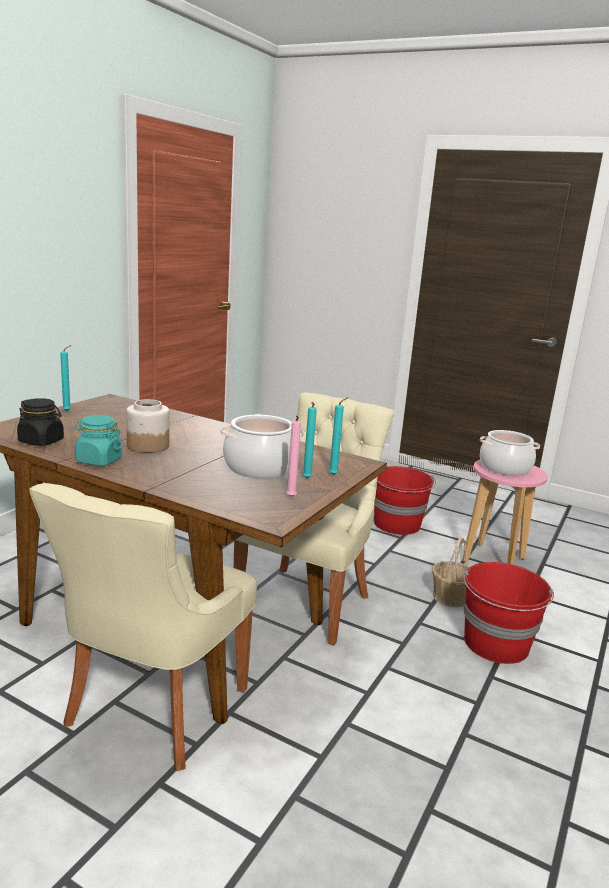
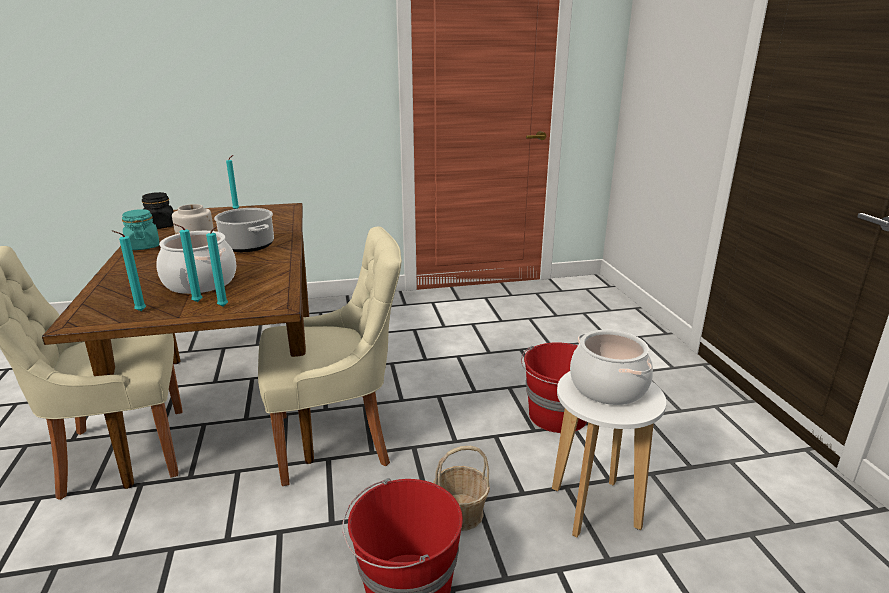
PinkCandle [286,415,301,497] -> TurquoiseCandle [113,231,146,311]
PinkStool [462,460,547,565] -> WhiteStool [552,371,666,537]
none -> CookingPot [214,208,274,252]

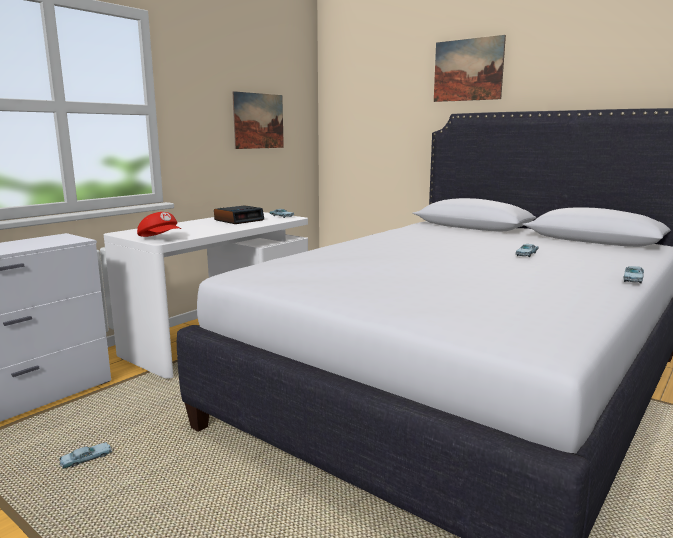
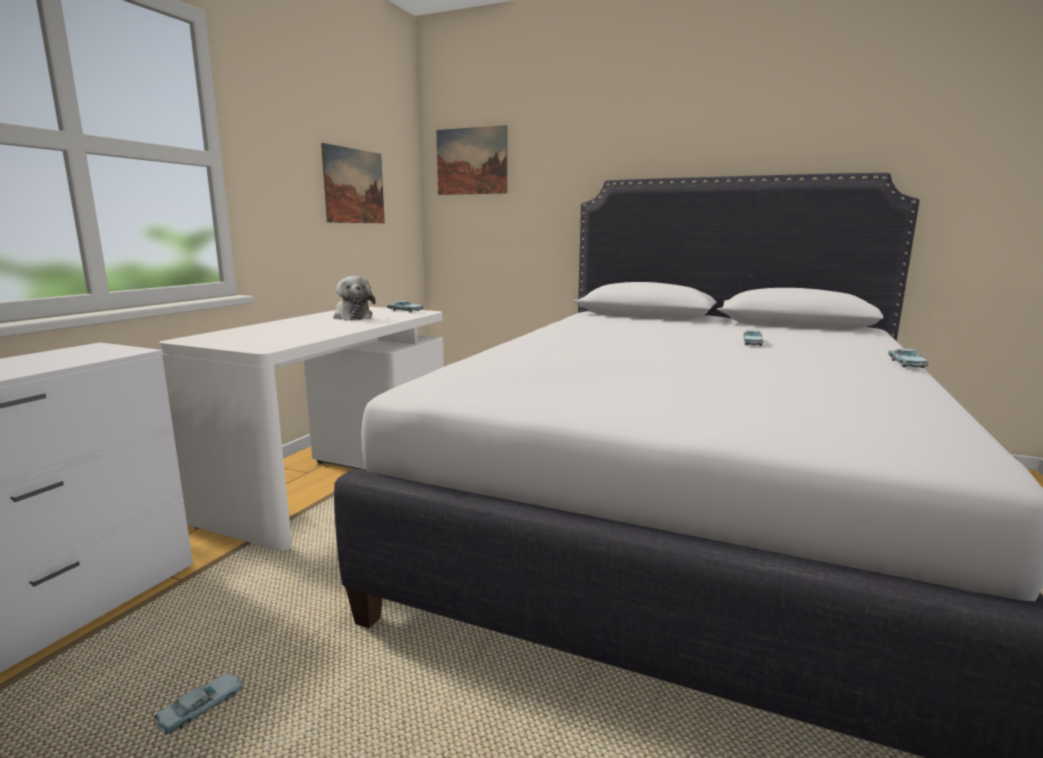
Picture [434,35,506,102] -> Picture [436,125,508,195], move
AlarmClock [214,205,264,224] -> PlushToy [333,276,376,321]
RedCap [137,212,181,237] -> none

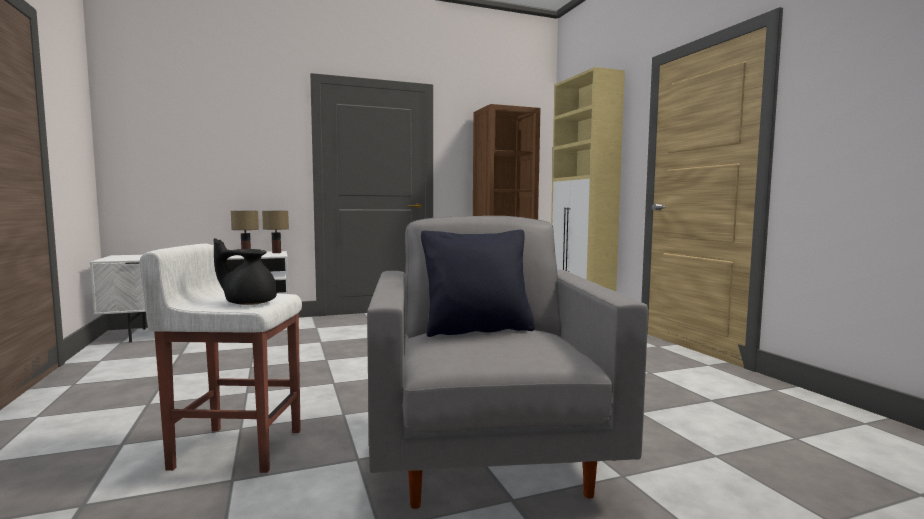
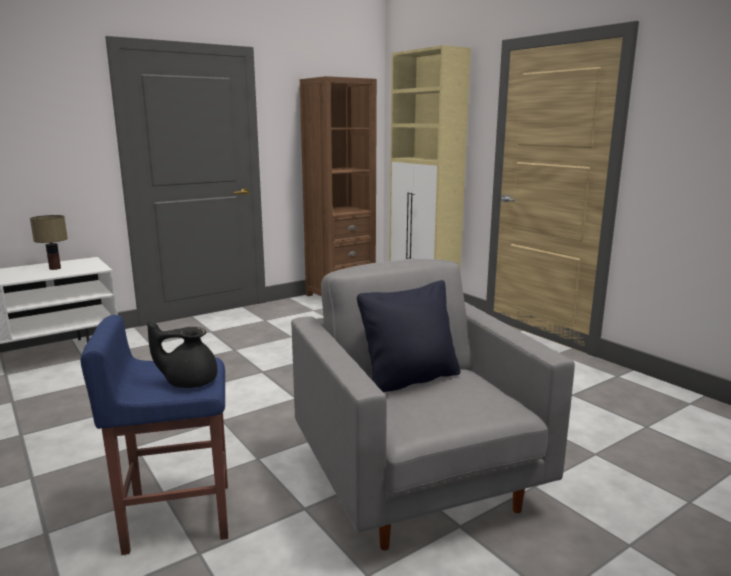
TableLamp [262,211,289,253] -> none
WhiteStool [140,244,302,473] -> BlueStool [80,315,228,555]

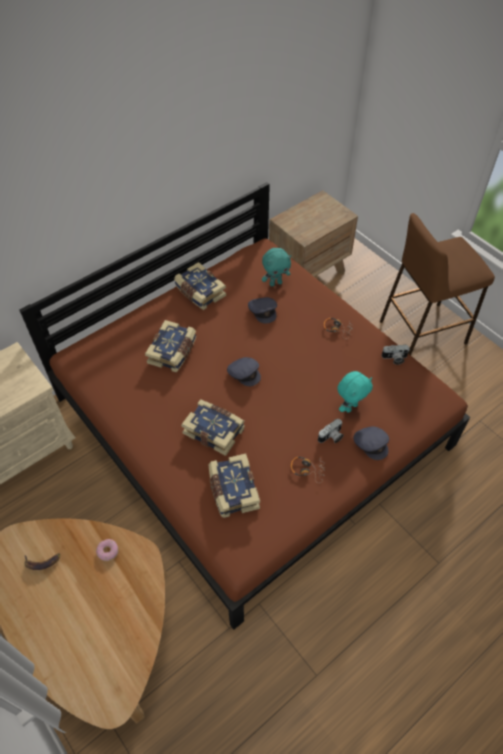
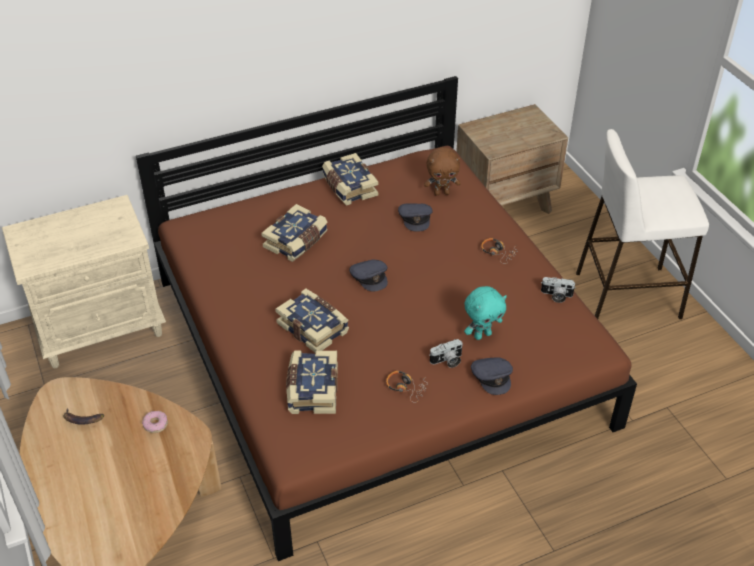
BrownStool [380,213,495,355] -> WhiteStool [576,129,709,319]
TurquoisePlushToy [262,248,291,286] -> BrownPlushToy [424,147,461,195]

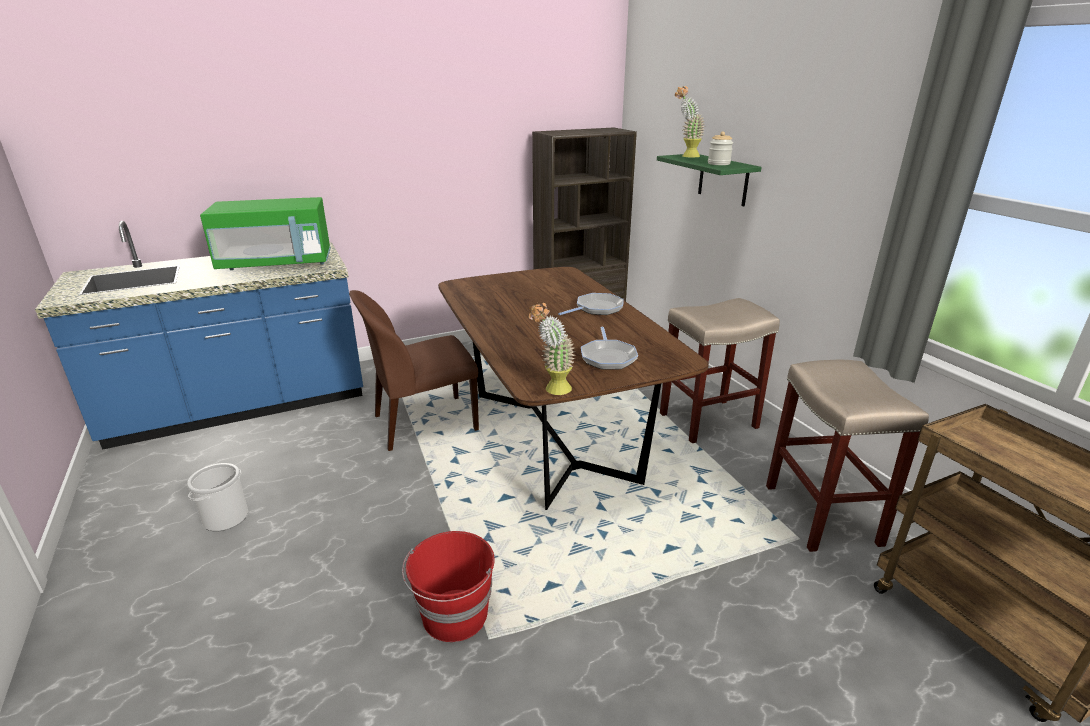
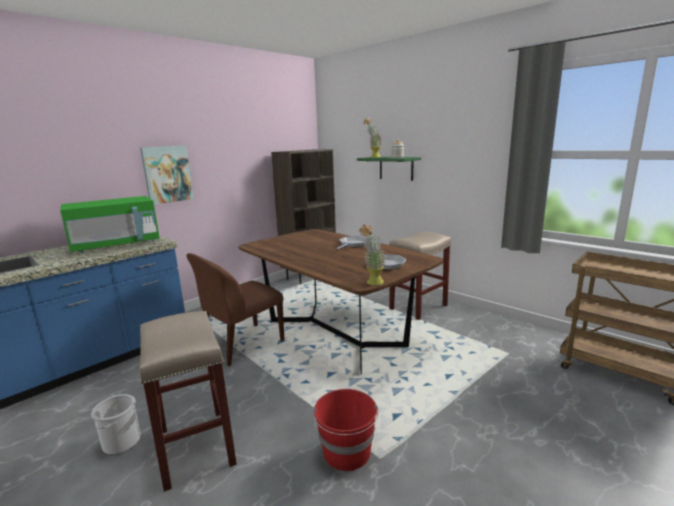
BeigeStool [766,360,929,552] -> BeigeStool [140,311,237,492], move
none -> Picture [140,146,194,205]

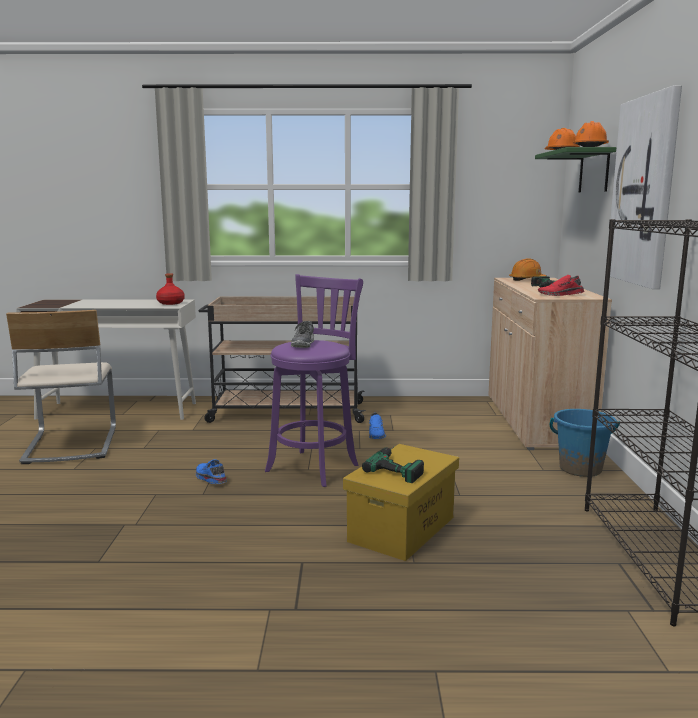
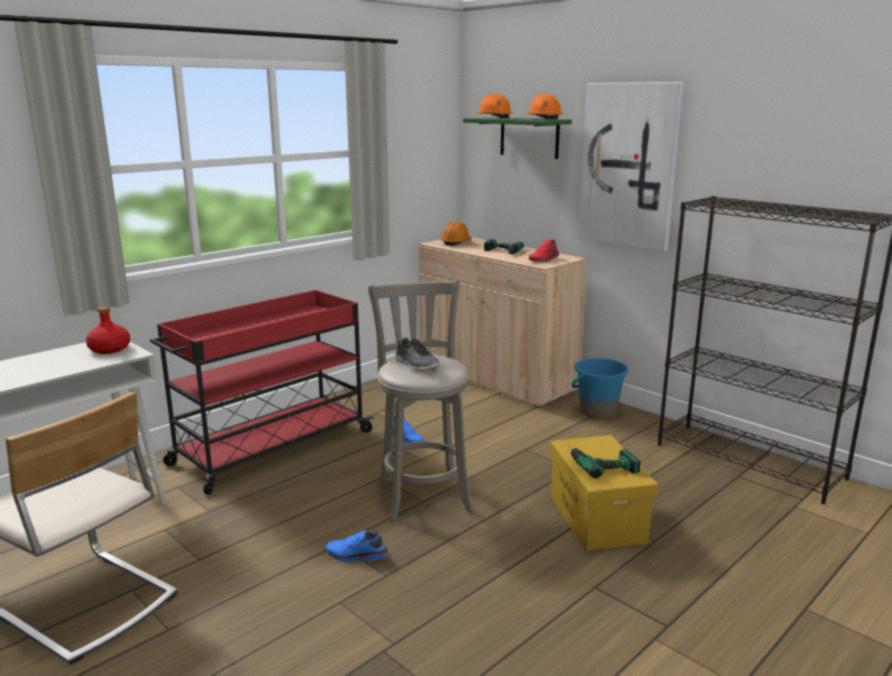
PurpleStool [265,274,363,487] -> GreyStool [368,280,473,522]
BeigeCart [199,296,366,423] -> RedCart [150,290,374,494]

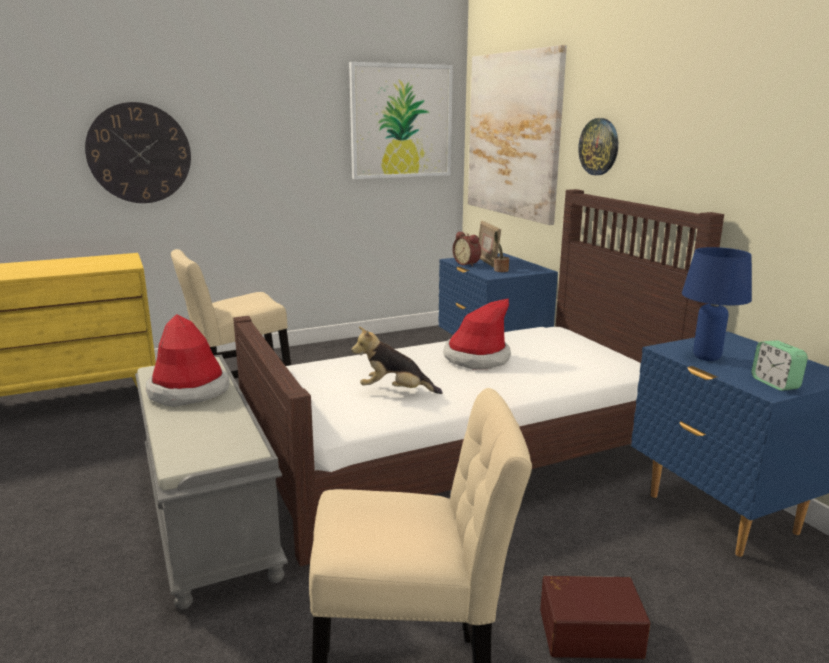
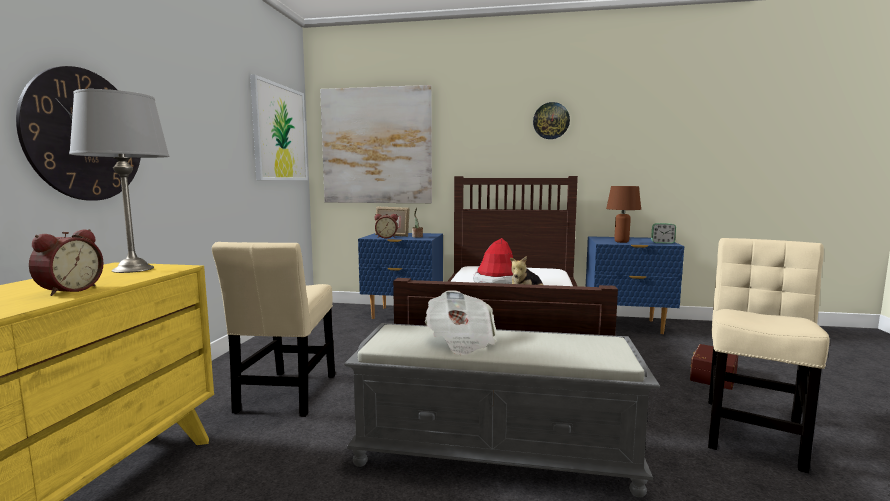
WallClock [578,118,618,175] -> WallClock [533,102,570,139], move
BlueTableLamp [682,247,752,361] -> BrownTableLamp [606,186,641,243]
Hat [146,314,230,407] -> Newspaper [425,290,496,355]
none -> GreyTableLamp [69,89,170,273]
none -> AlarmClock [29,229,103,296]

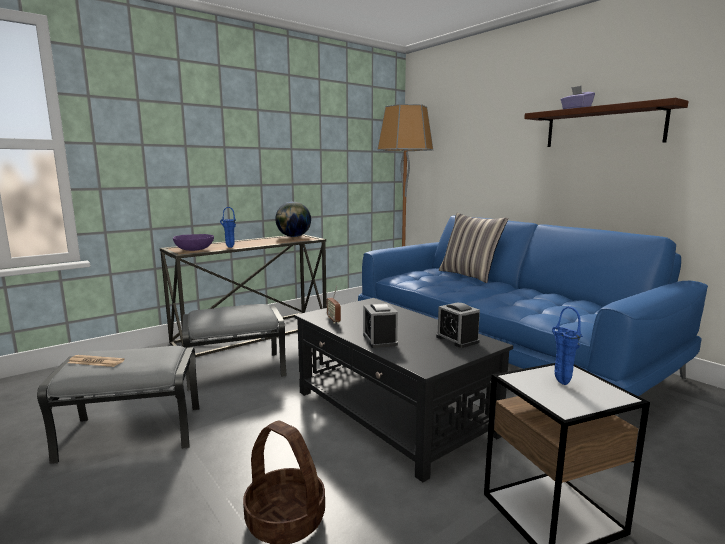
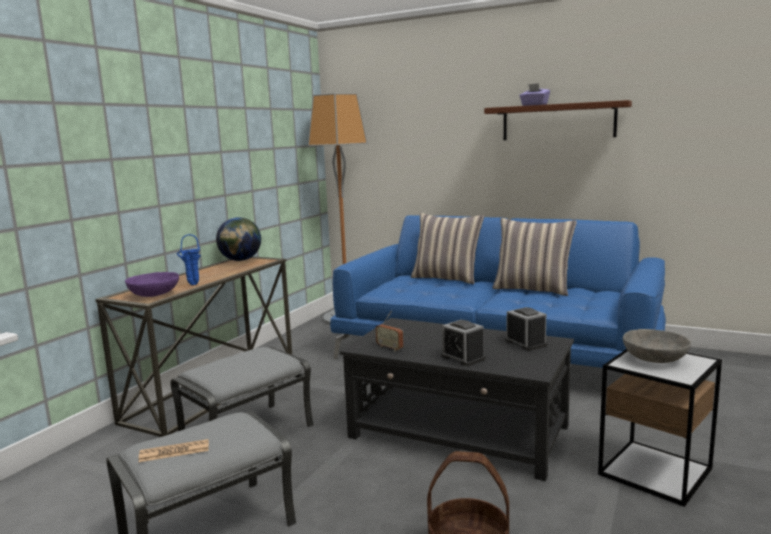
AlarmClock [436,302,480,348] -> AlarmClock [505,307,547,351], 150 degrees counterclockwise
BlueVase [552,307,583,385] -> GreyBowl [623,329,691,363]
none -> Pillow [493,218,577,296]

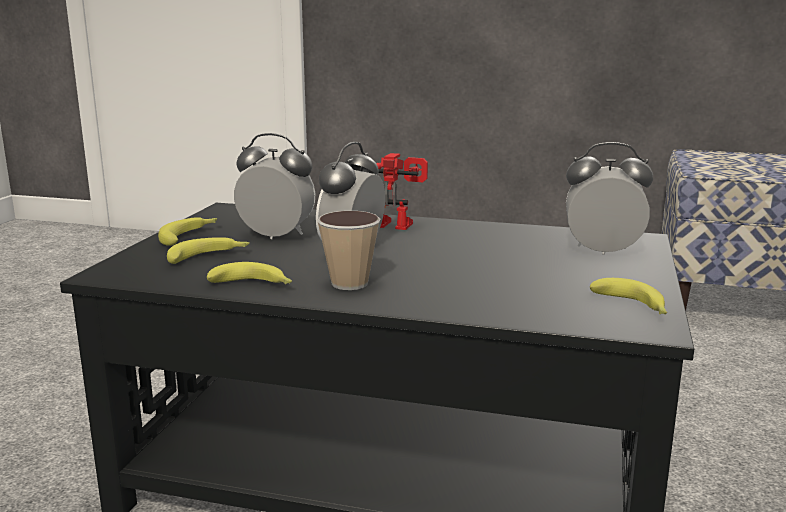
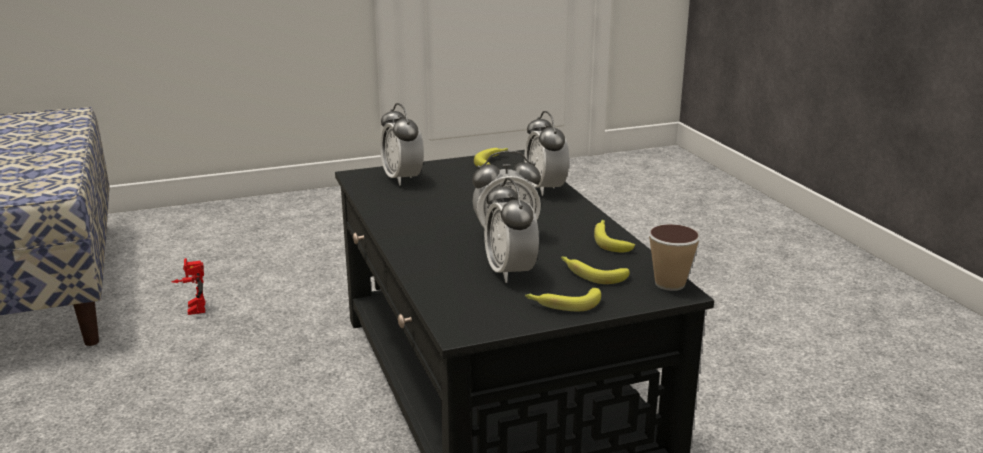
ToyRobot [376,153,428,230] -> ToyRobot [171,258,205,315], move
Cup [317,211,380,290] -> Cup [649,224,701,291], move
none -> AlarmClock [524,111,569,196]

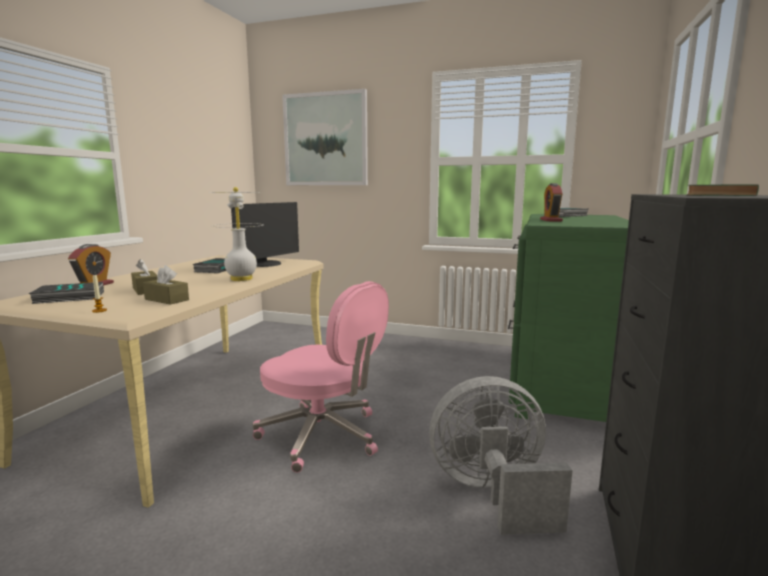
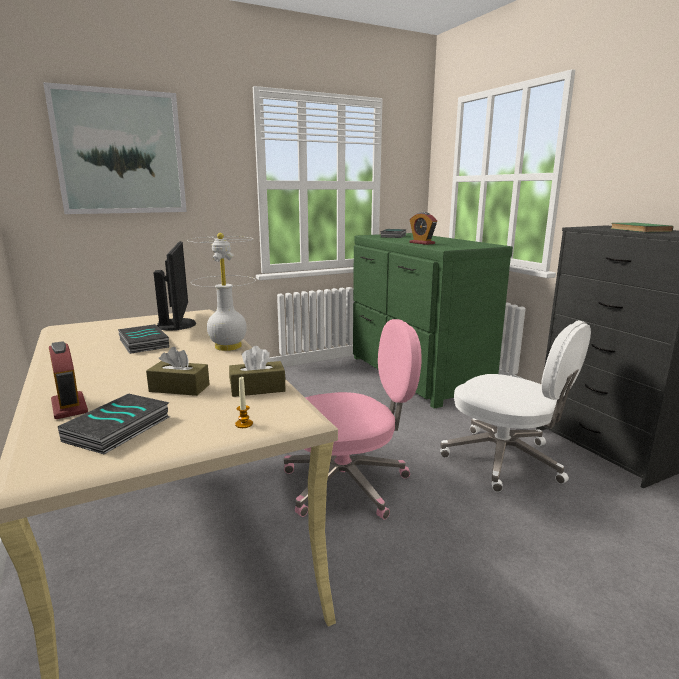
GreyFan [429,376,573,535] -> WhiteOfficeChair [440,320,591,492]

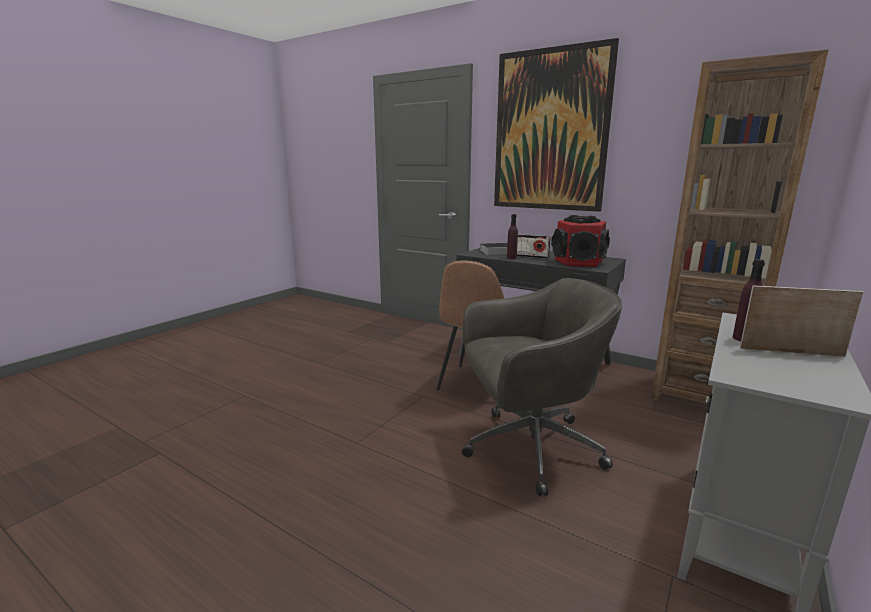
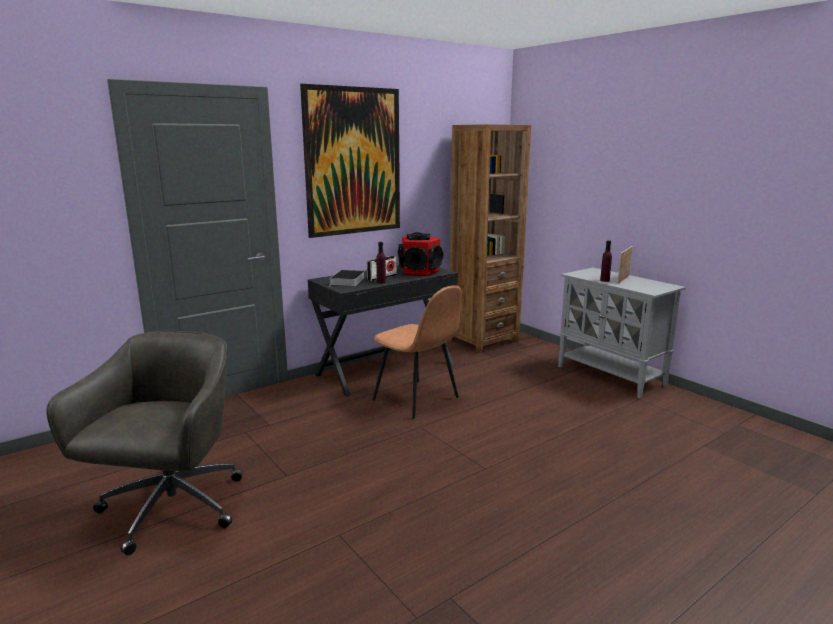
GreyOfficeChair [462,278,622,496] -> GreyOfficeChair [47,331,243,555], move

